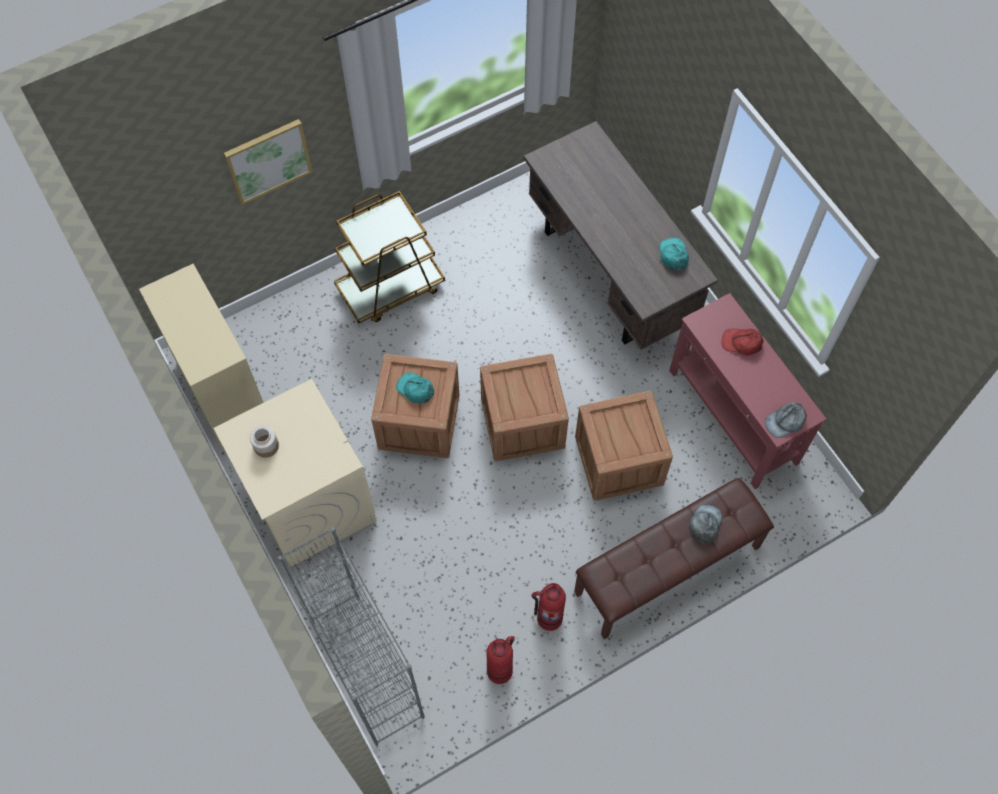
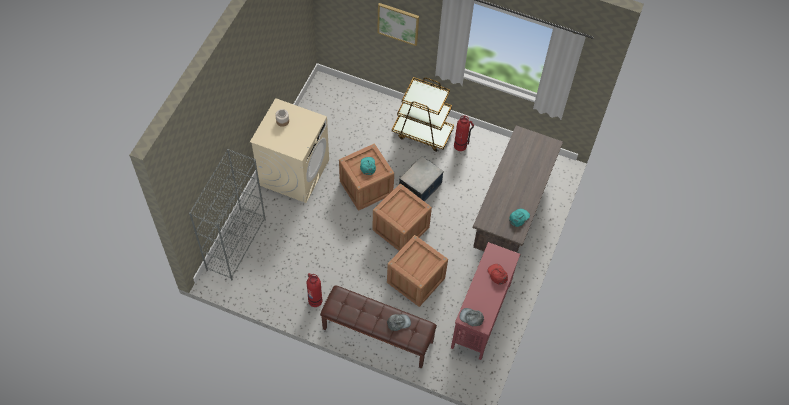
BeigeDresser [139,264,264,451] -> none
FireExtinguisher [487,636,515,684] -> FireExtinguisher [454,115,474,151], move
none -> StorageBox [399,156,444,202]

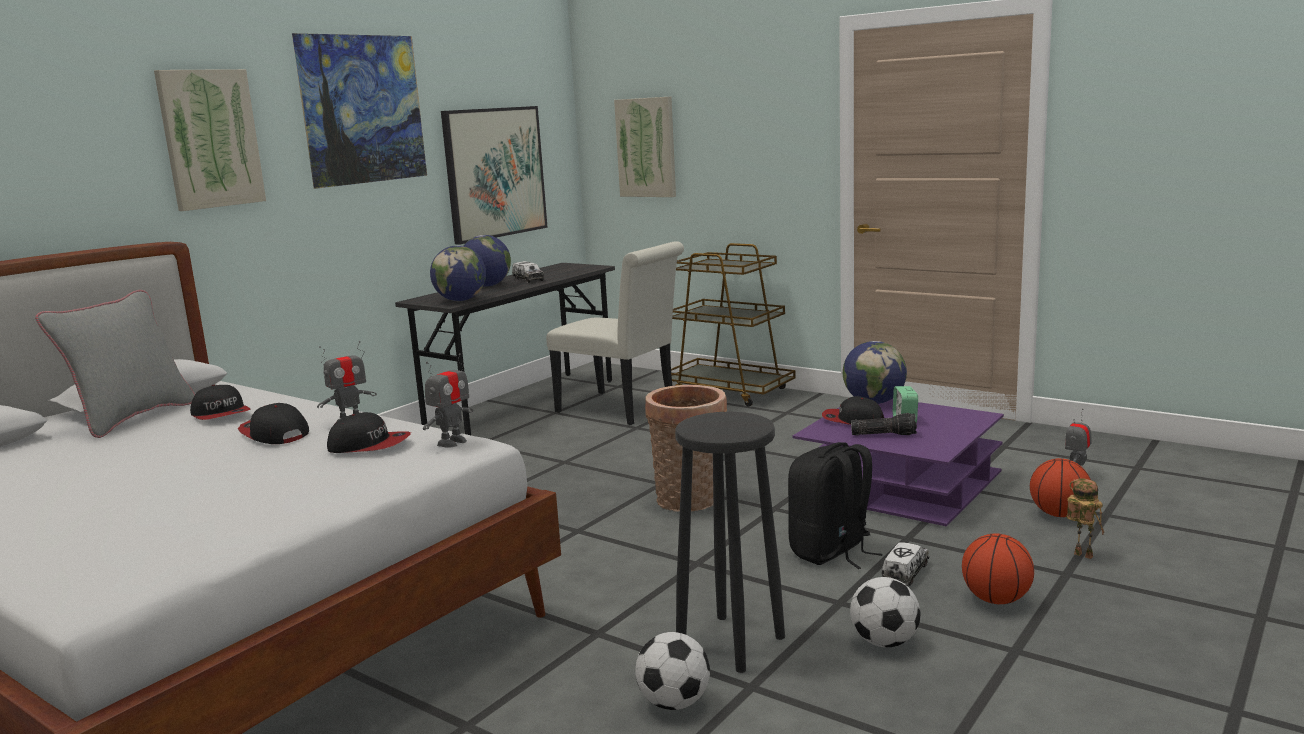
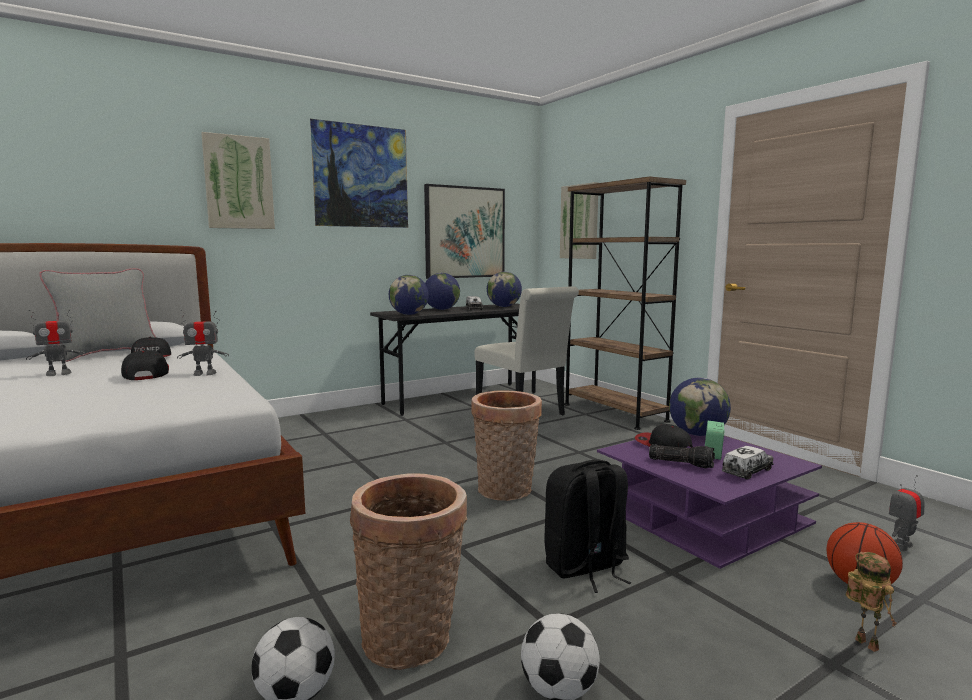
BrownCart [671,243,795,407] -> BrownBookcase [564,177,686,430]
ToyRobot [423,354,473,448] -> ToyRobot [26,309,85,376], move
Cap [327,412,411,453] -> none
BlackStool [675,412,785,673] -> Basket [350,474,468,670]
Basketball [962,533,1034,604] -> none
ToyTruck [882,542,929,586] -> ToyTruck [722,446,774,480], move
none -> Globe [487,272,522,307]

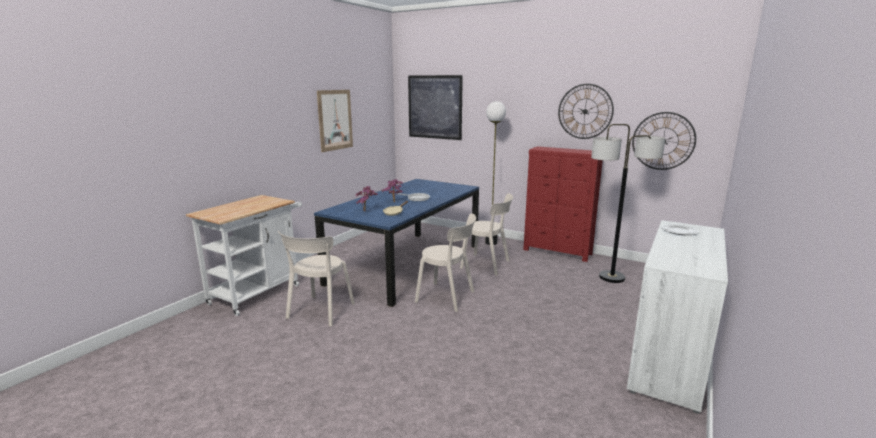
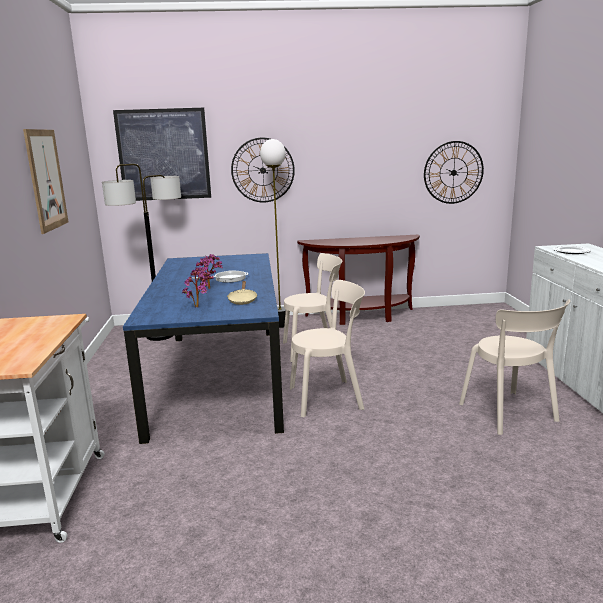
WallClock [558,84,614,139] -> WallClock [231,138,295,203], move
FloorLamp [591,124,665,283] -> FloorLamp [102,164,181,341], move
RedDresser [523,146,603,262] -> BrownConsoleTable [297,235,420,325]
BeigeChair [278,231,355,327] -> BeigeChair [459,299,570,435], move

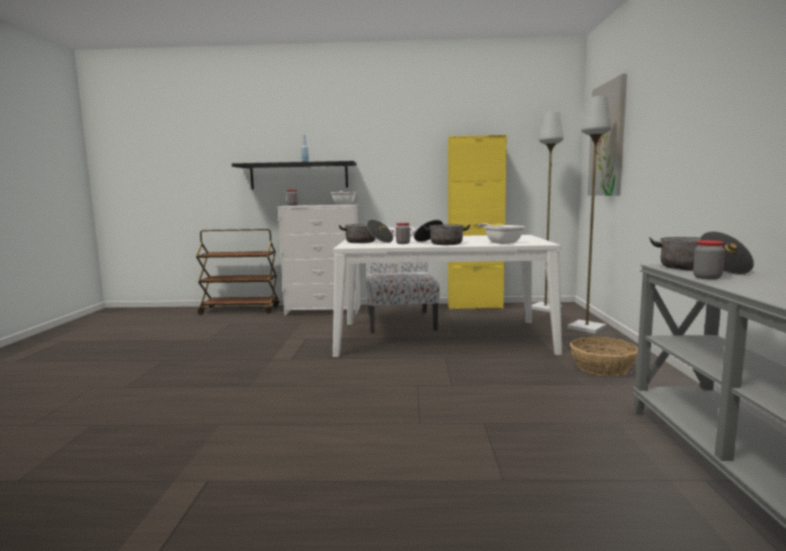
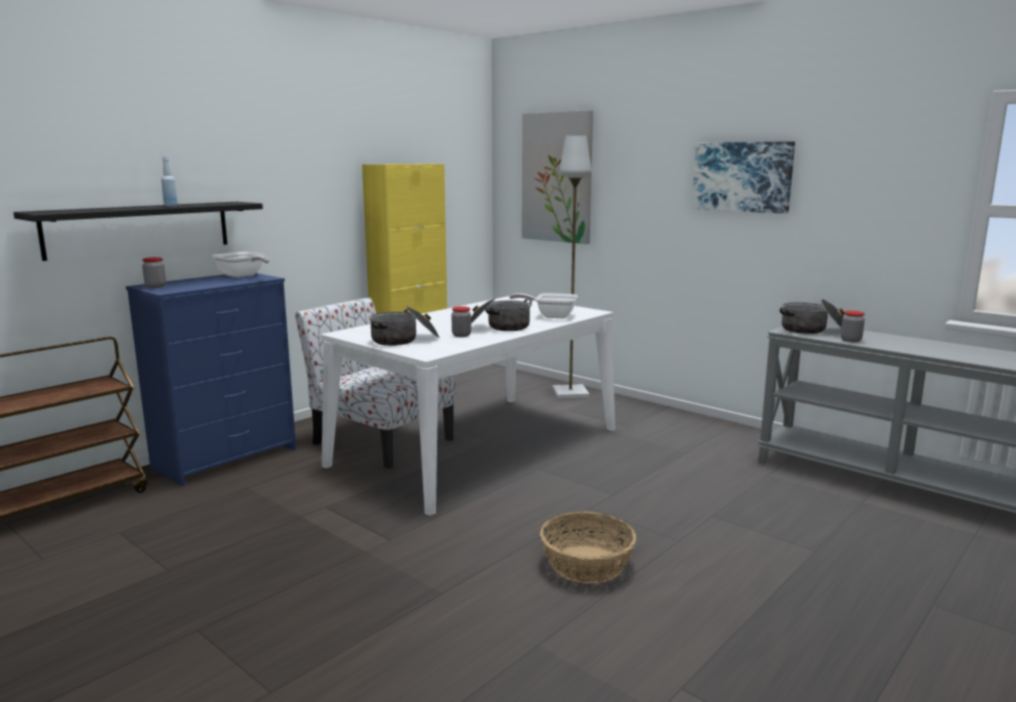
GreyFloorLamp [532,112,564,312] -> none
WhiteDresser [277,204,361,315] -> BlueDresser [126,273,296,486]
Basket [570,337,638,376] -> Basket [540,511,636,584], move
none -> Picture [692,141,795,214]

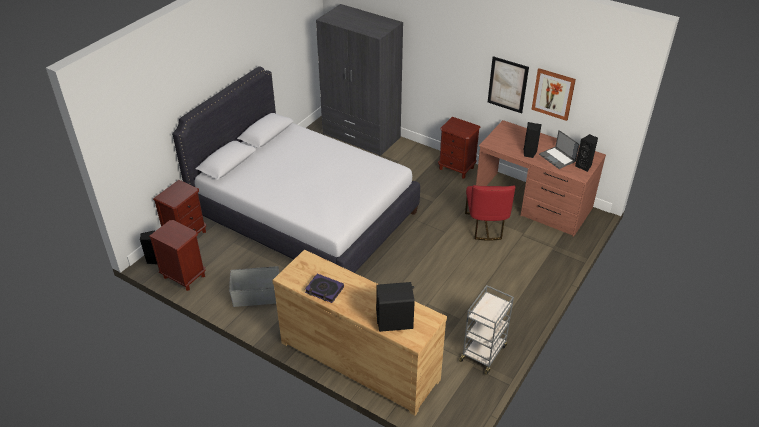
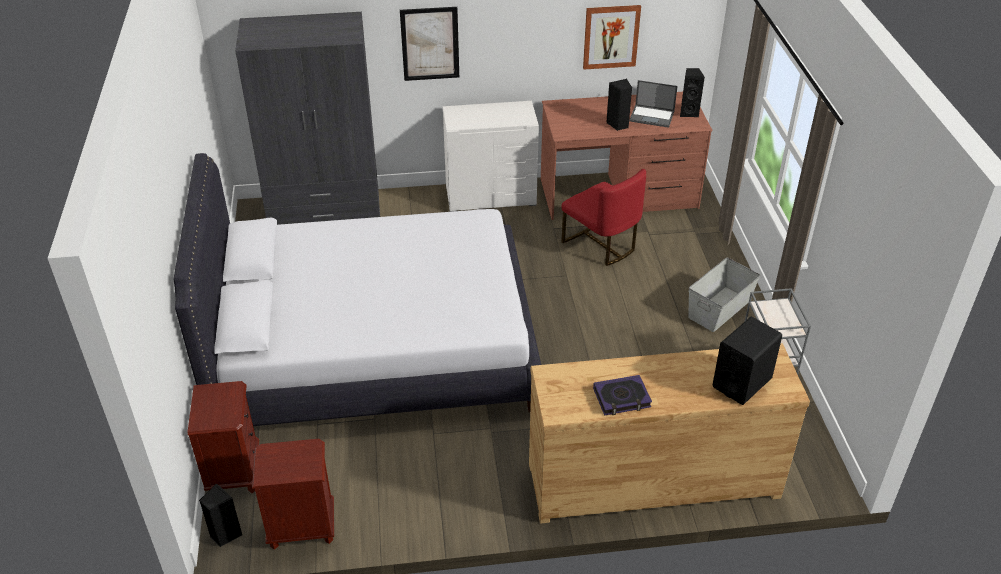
Picture [488,56,529,113] -> Picture [400,7,459,81], move
BrownNightstand [438,117,480,179] -> WhiteDresser [443,101,539,212]
GreyStorageBox [229,266,279,307] -> GreyStorageBox [688,257,760,332], move

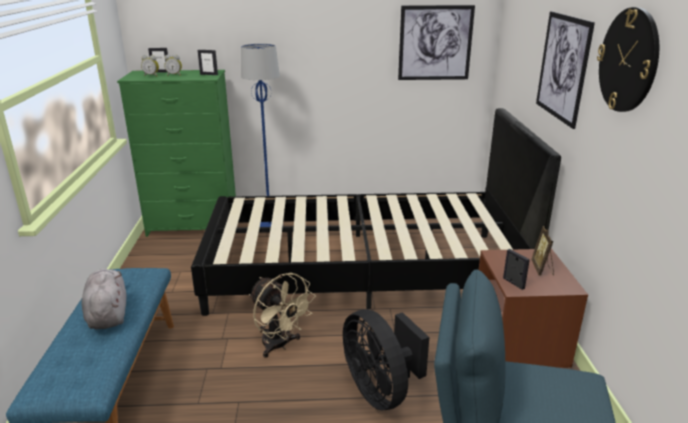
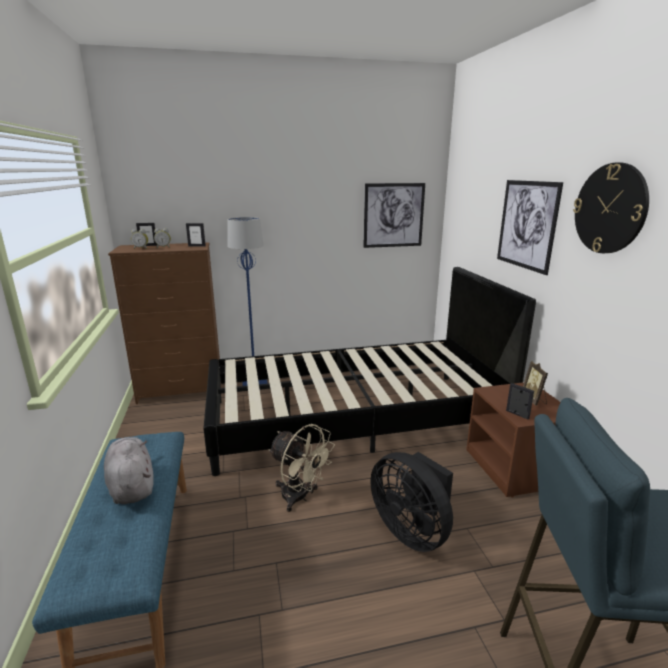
GreenDresser [117,70,236,237] -> BrownDresser [108,243,222,404]

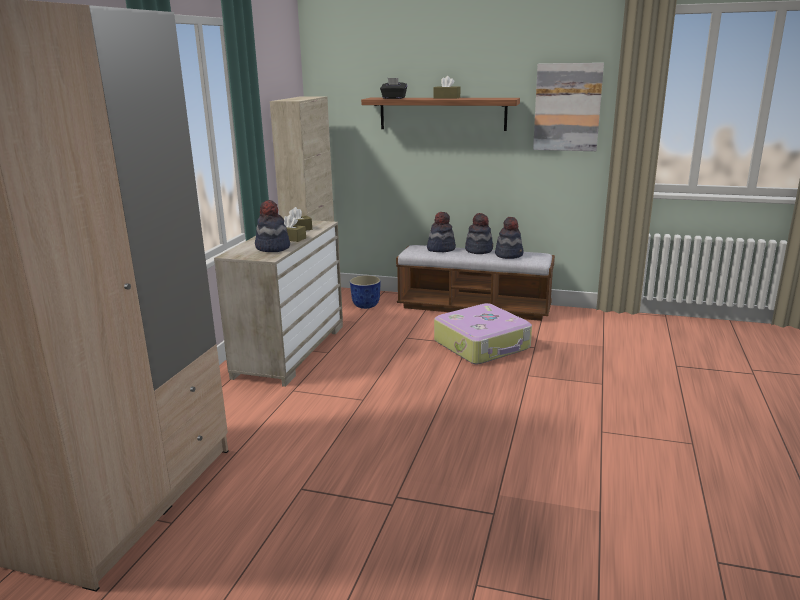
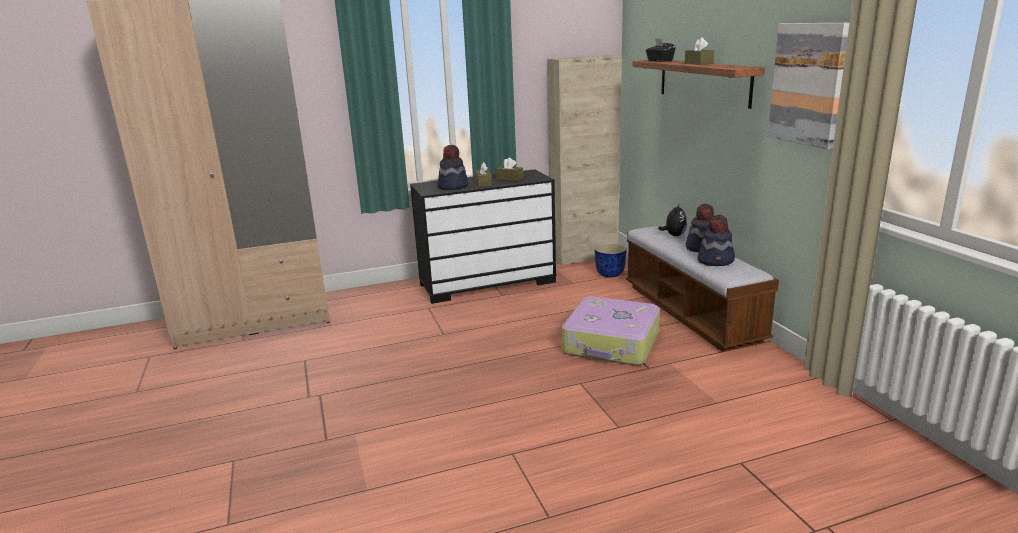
Hat [427,212,456,252] -> PlushToy [658,205,687,236]
BeigeDresser [214,220,343,387] -> BlackDresser [410,169,556,304]

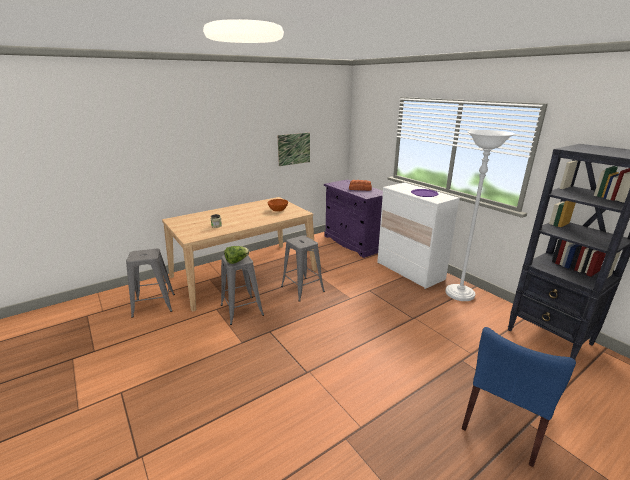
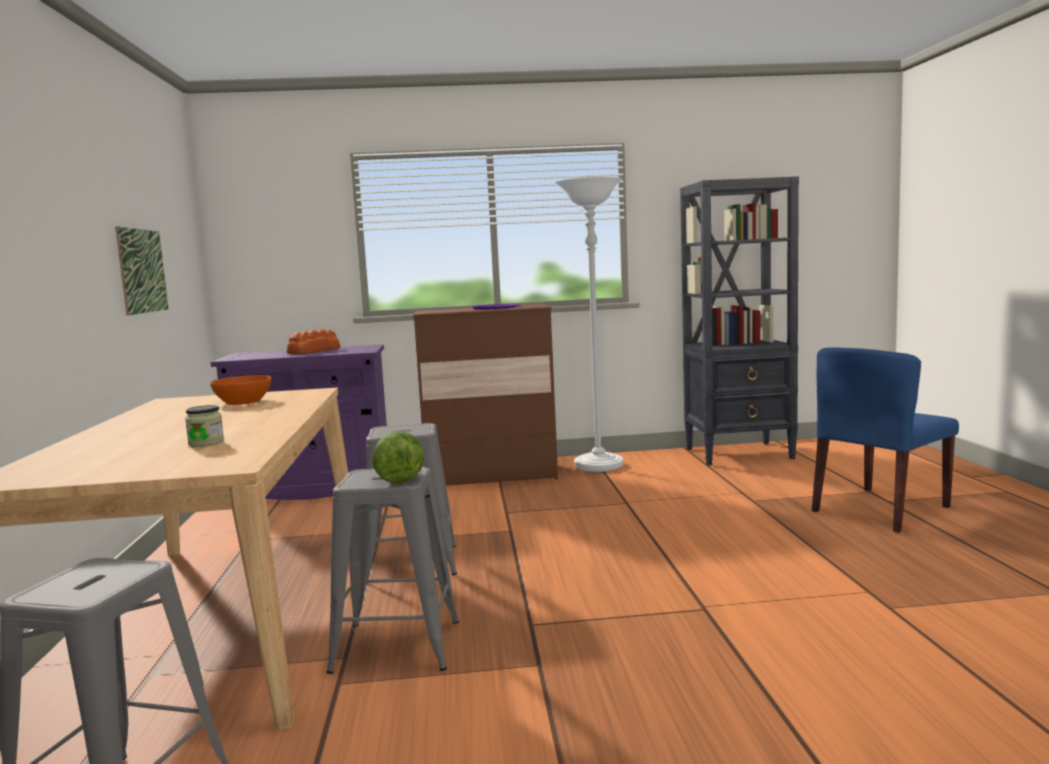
WhiteDresser [377,182,460,289] -> BrownDresser [413,304,558,486]
BlueChair [462,327,576,467] -> BlueChair [812,347,959,533], 75 degrees clockwise

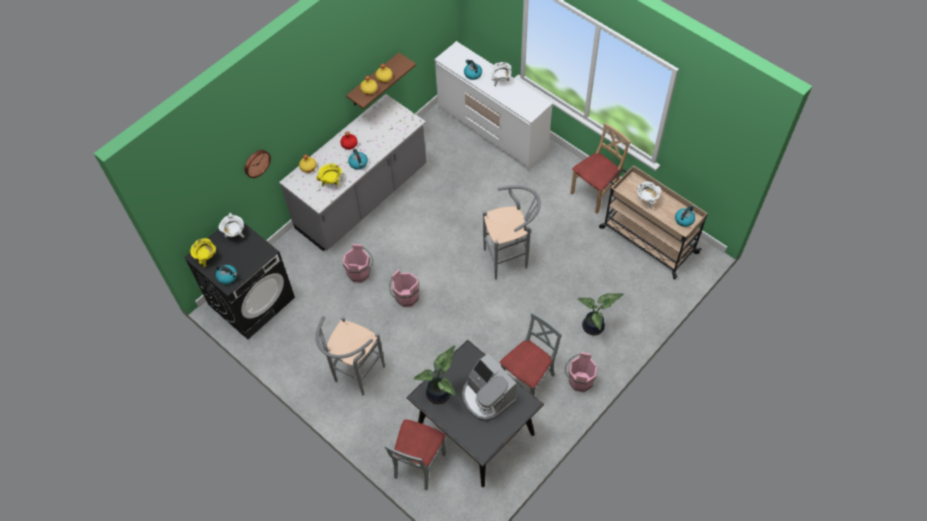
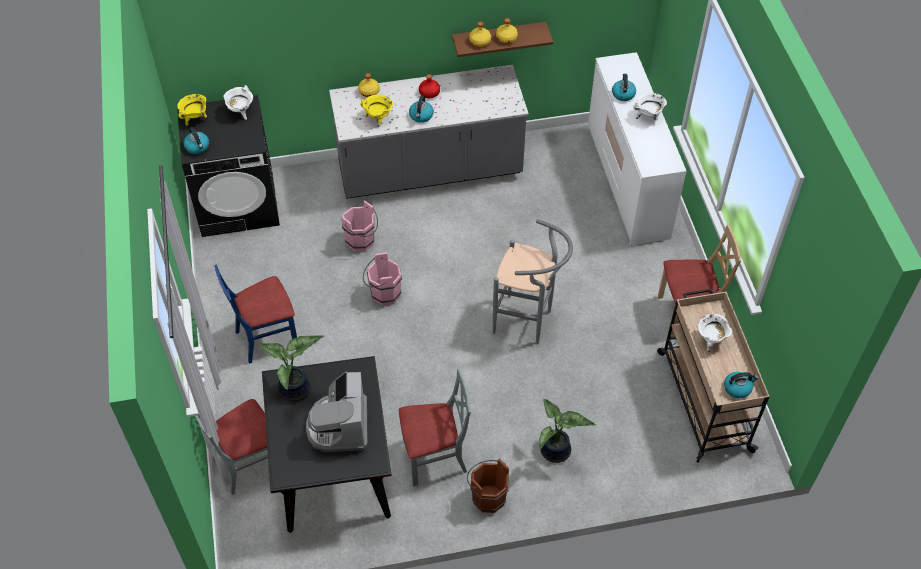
WallClock [244,150,271,178] -> none
GreyStool [316,316,385,396] -> BlueChair [214,264,297,364]
PinkBucket [565,352,597,393] -> BrownBucket [467,459,509,513]

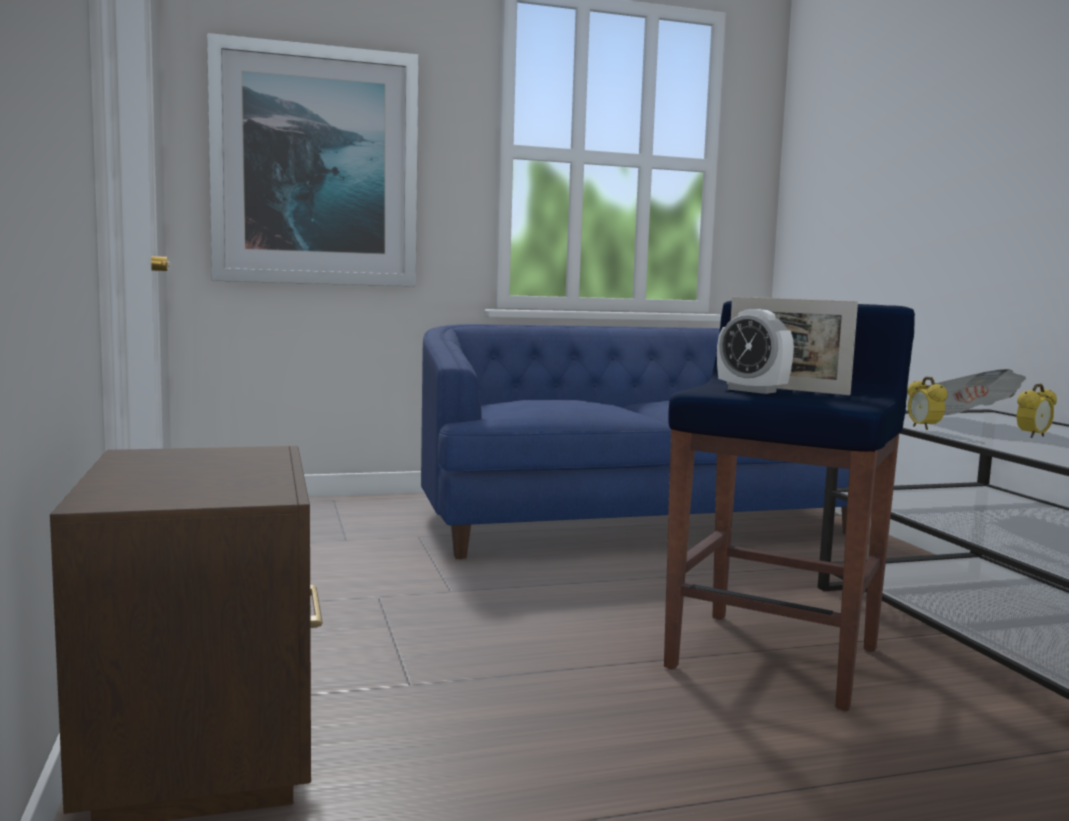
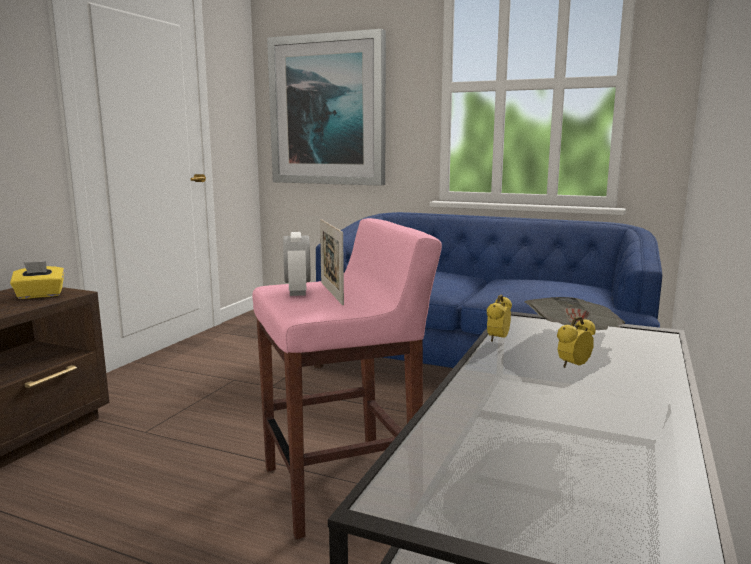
BlueStool [664,301,915,711] -> PinkStool [252,218,442,539]
AlarmClock [1016,384,1057,438] -> AlarmClock [557,316,596,368], 135 degrees clockwise
none -> YellowTissueBox [10,261,65,299]

